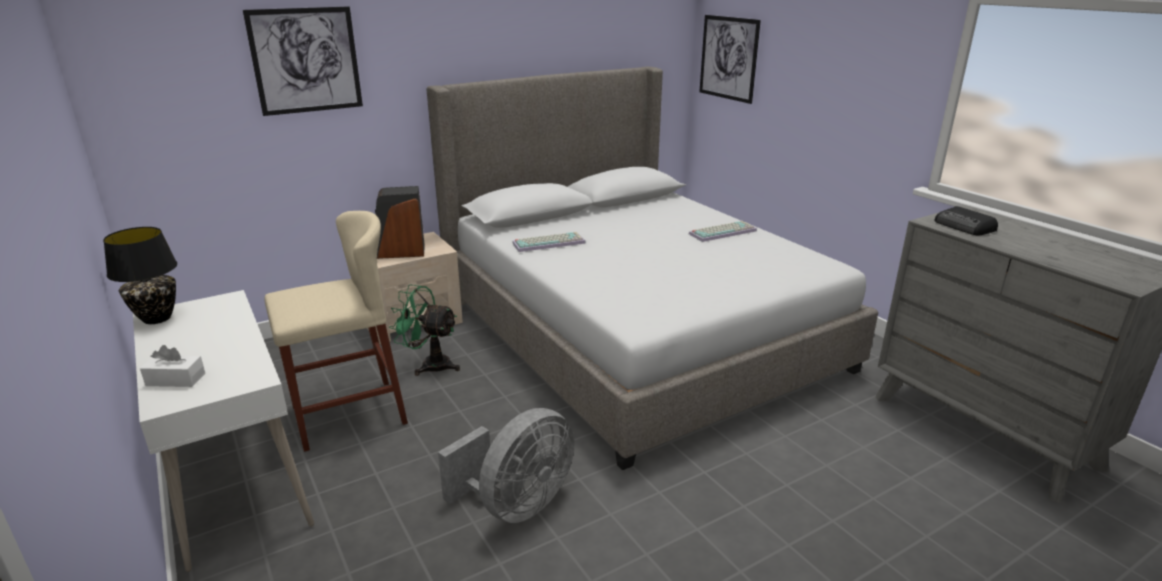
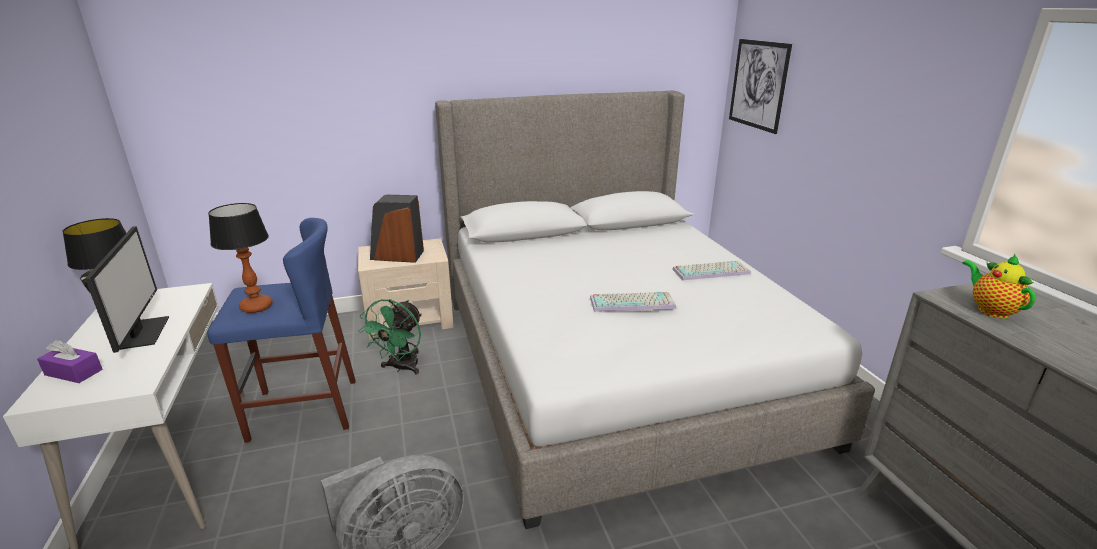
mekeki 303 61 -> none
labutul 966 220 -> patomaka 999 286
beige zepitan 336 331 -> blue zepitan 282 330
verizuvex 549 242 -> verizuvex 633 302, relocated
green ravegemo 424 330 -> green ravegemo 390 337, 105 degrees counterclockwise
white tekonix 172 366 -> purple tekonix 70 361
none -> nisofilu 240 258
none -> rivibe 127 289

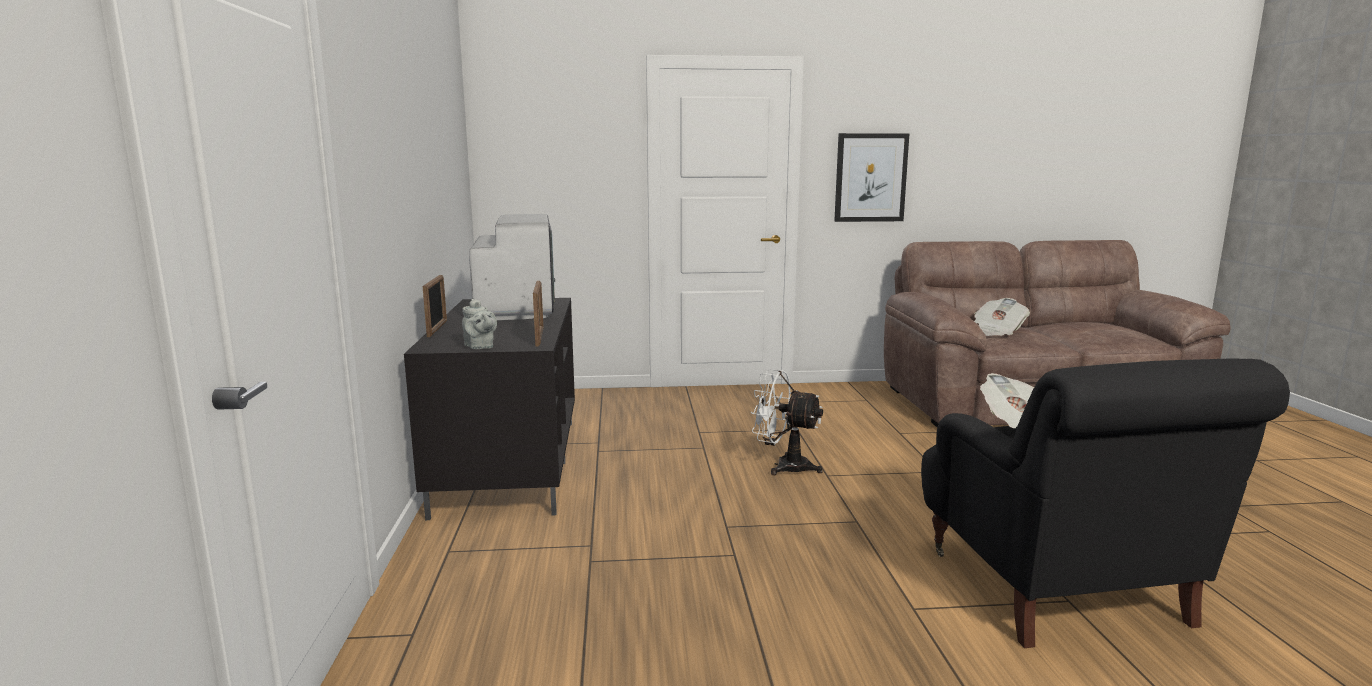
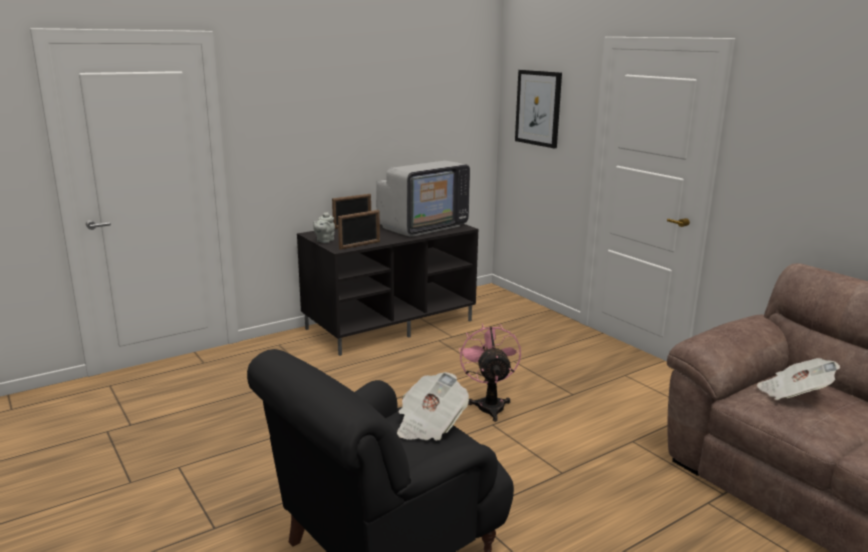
mekeki 871 177 -> mekeki 538 109, relocated
white ravegemo 787 422 -> pink ravegemo 490 372

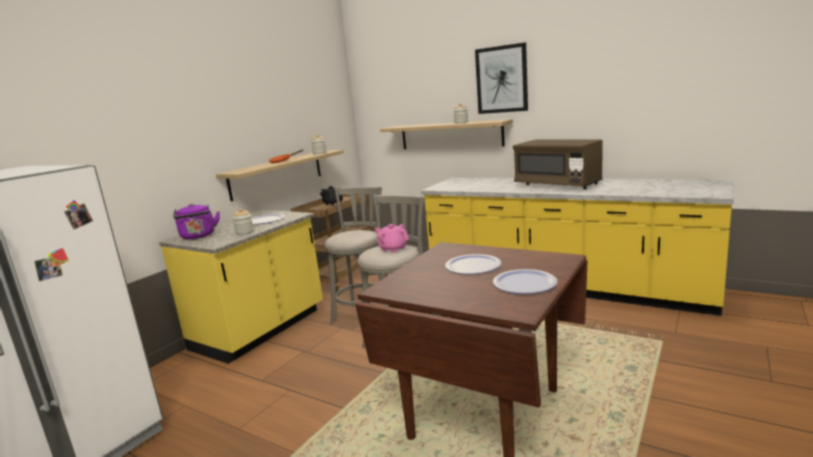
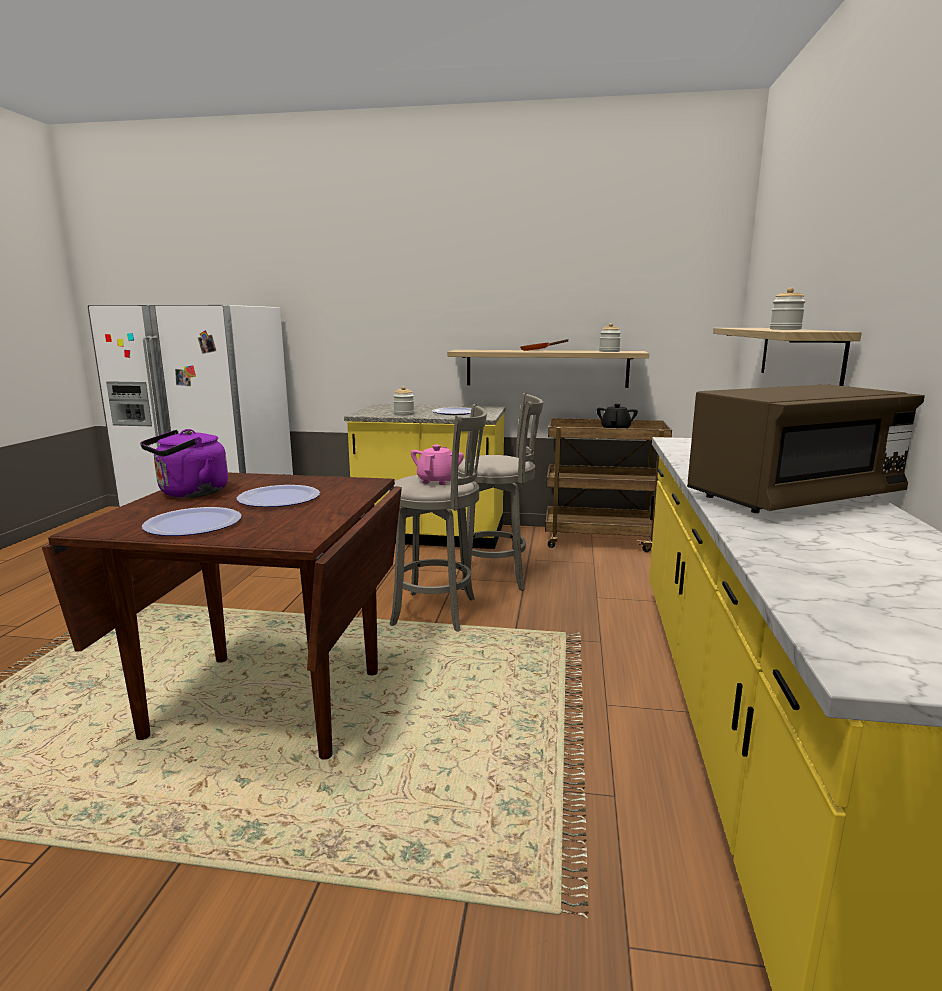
mekeki 501 78 -> none
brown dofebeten 558 164 -> brown dofebeten 806 449, 135 degrees counterclockwise
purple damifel 196 221 -> purple damifel 184 463, relocated

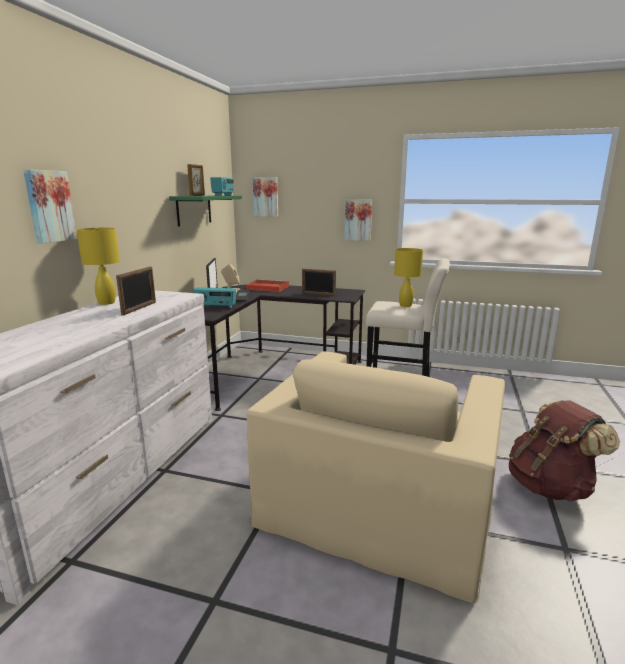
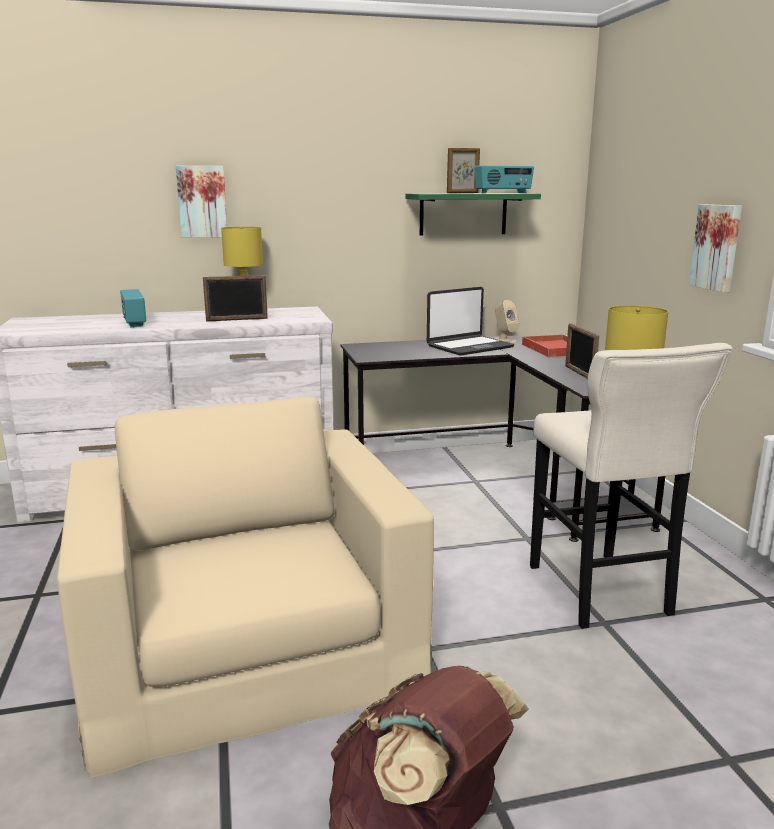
mekeki 265 197 -> none
labutul 214 297 -> labutul 133 308, relocated
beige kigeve 376 477 -> beige kigeve 245 587, 75 degrees clockwise

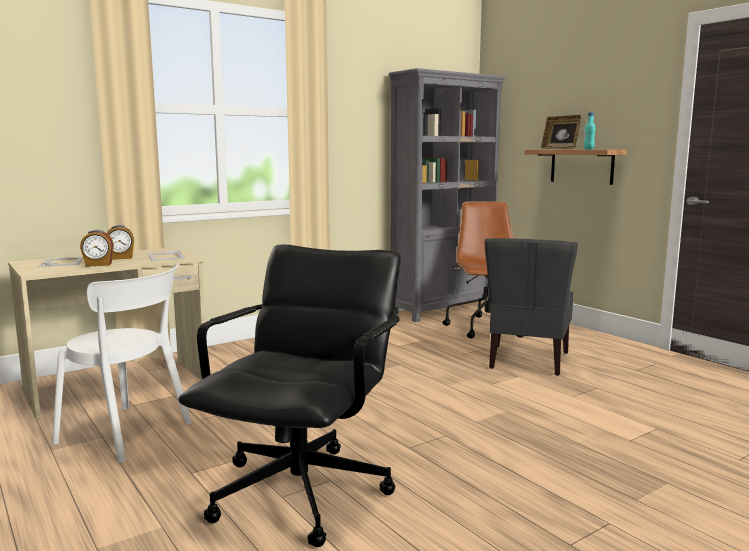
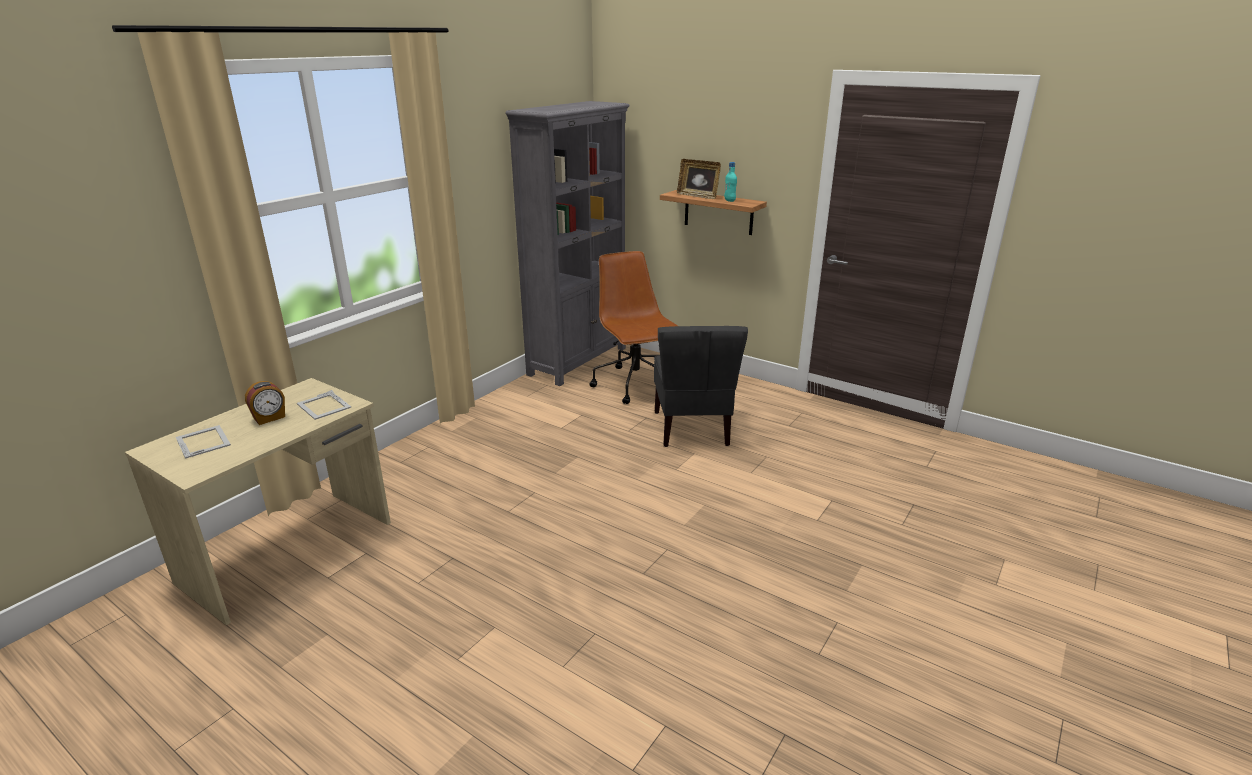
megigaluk 97 248 -> none
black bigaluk 289 396 -> none
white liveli 122 363 -> none

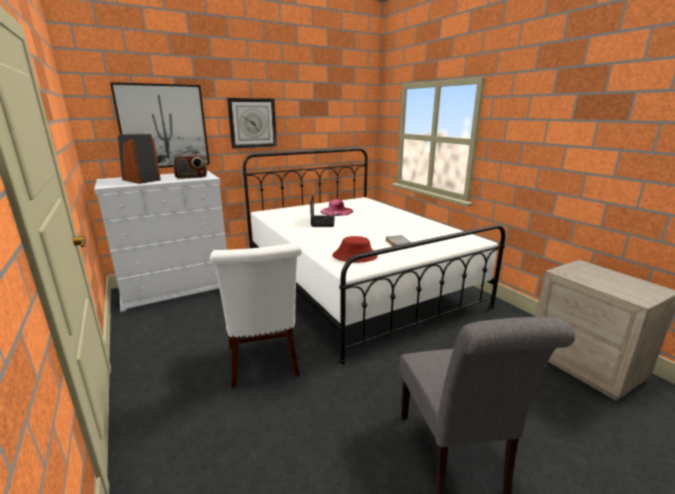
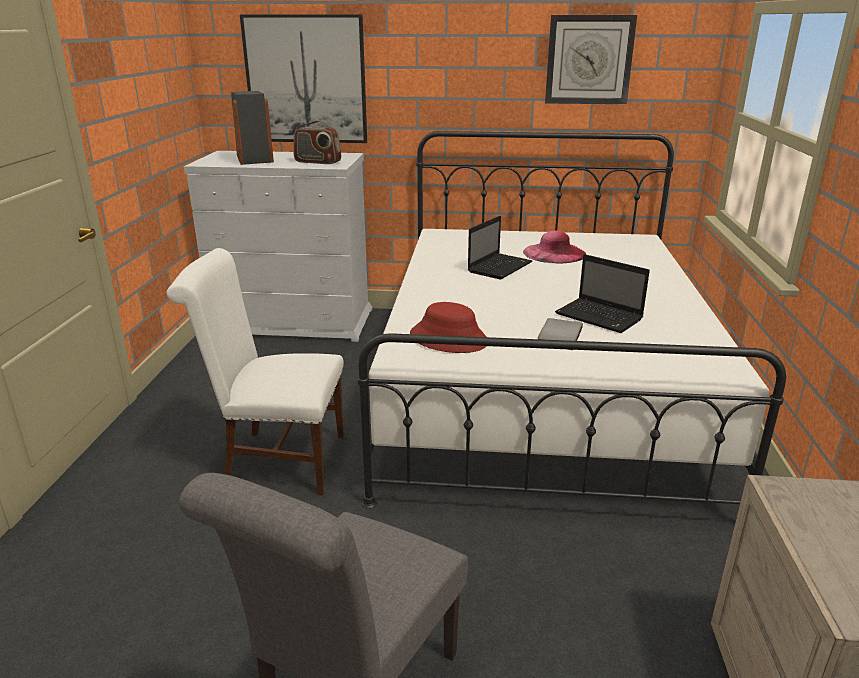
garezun 252 123 -> garezun 591 59, relocated
white liveli 256 315 -> white liveli 255 371, 75 degrees clockwise
none -> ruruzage 602 293

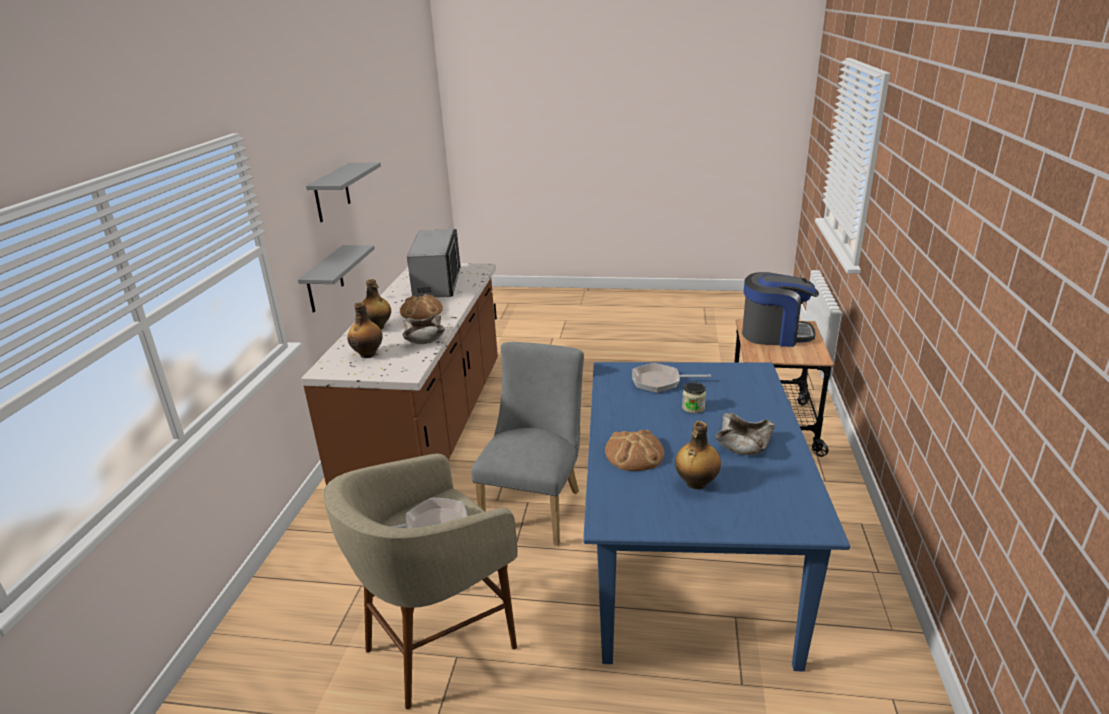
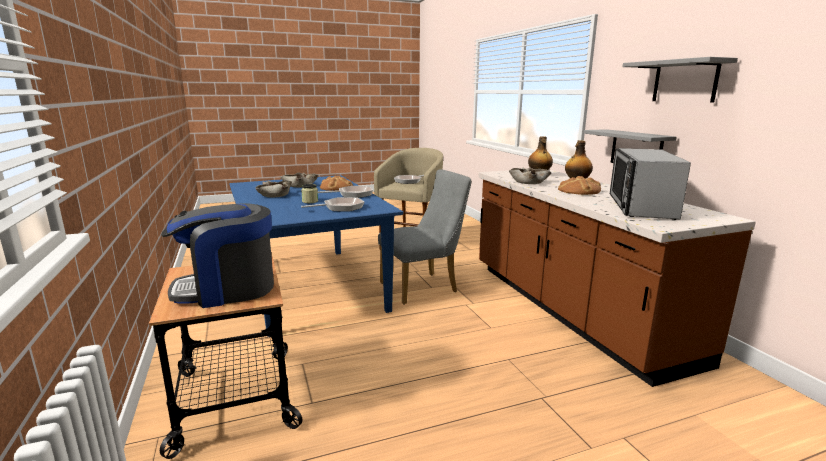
dofebeten 434 263 -> dofebeten 650 184, 45 degrees clockwise
grey liveli 527 444 -> grey liveli 425 237, 105 degrees counterclockwise
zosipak 698 455 -> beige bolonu 299 179
none -> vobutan 345 192

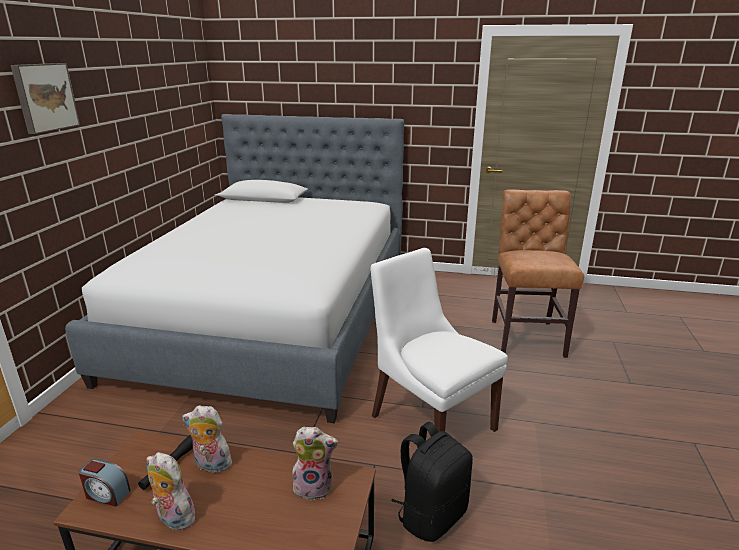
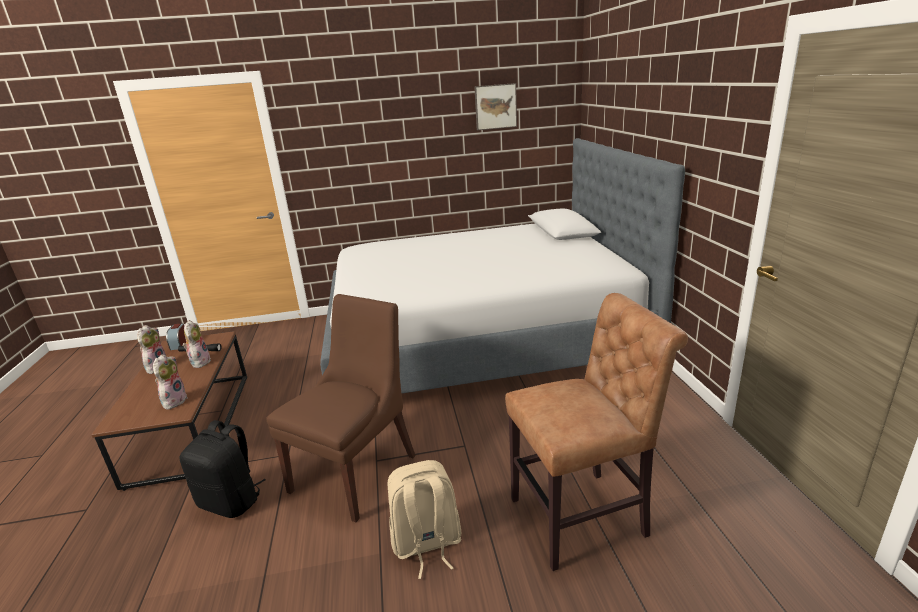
mekeki 45 98 -> mekeki 495 106, relocated
white liveli 439 340 -> brown liveli 341 408
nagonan 315 463 -> nagonan 170 382, 150 degrees counterclockwise
none -> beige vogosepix 424 519

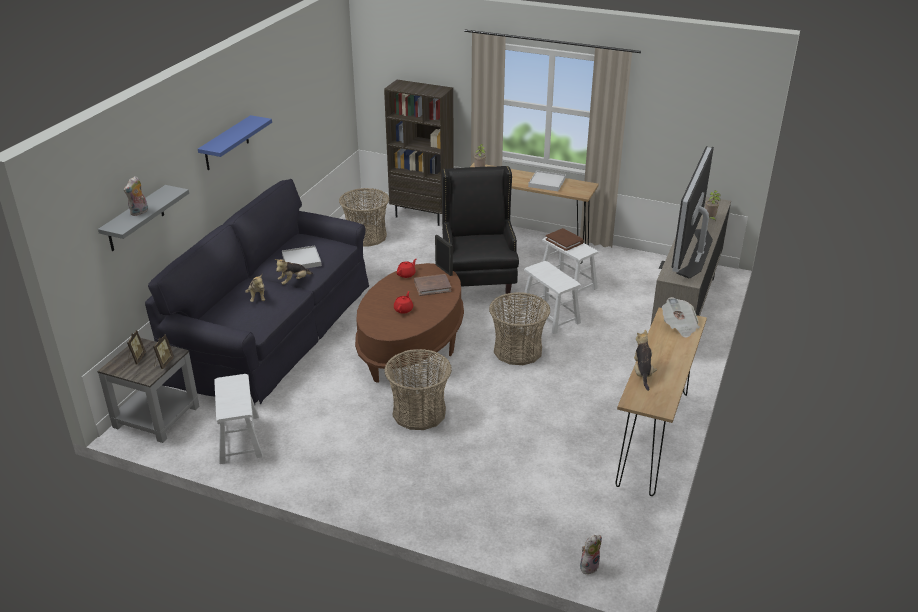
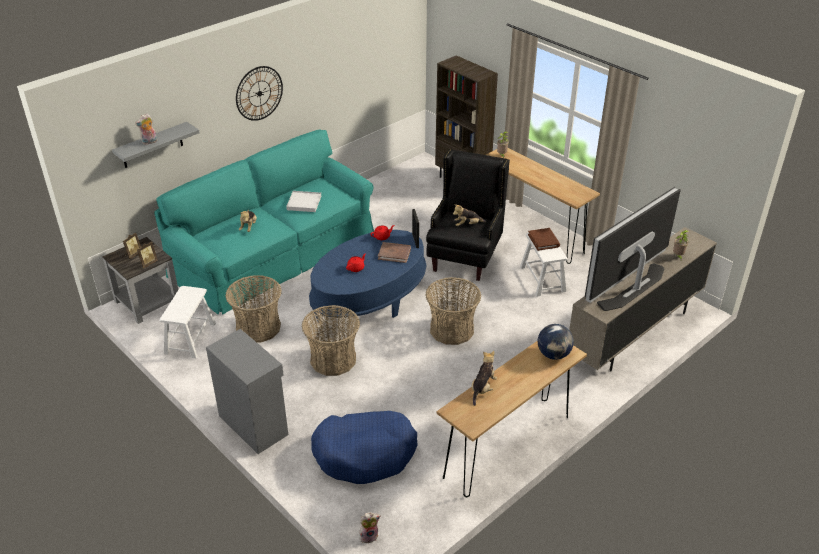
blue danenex 235 142 -> garezun 259 93
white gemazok 547 180 -> none
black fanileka 257 291 -> turquoise fanileka 264 222
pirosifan 364 217 -> pirosifan 253 308, relocated
nagonan 294 272 -> nagonan 469 215, relocated
white zepitan 551 297 -> none
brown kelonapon 409 323 -> blue kelonapon 367 276
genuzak 681 317 -> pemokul 556 342
none -> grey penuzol 247 391
none -> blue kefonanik 364 447

